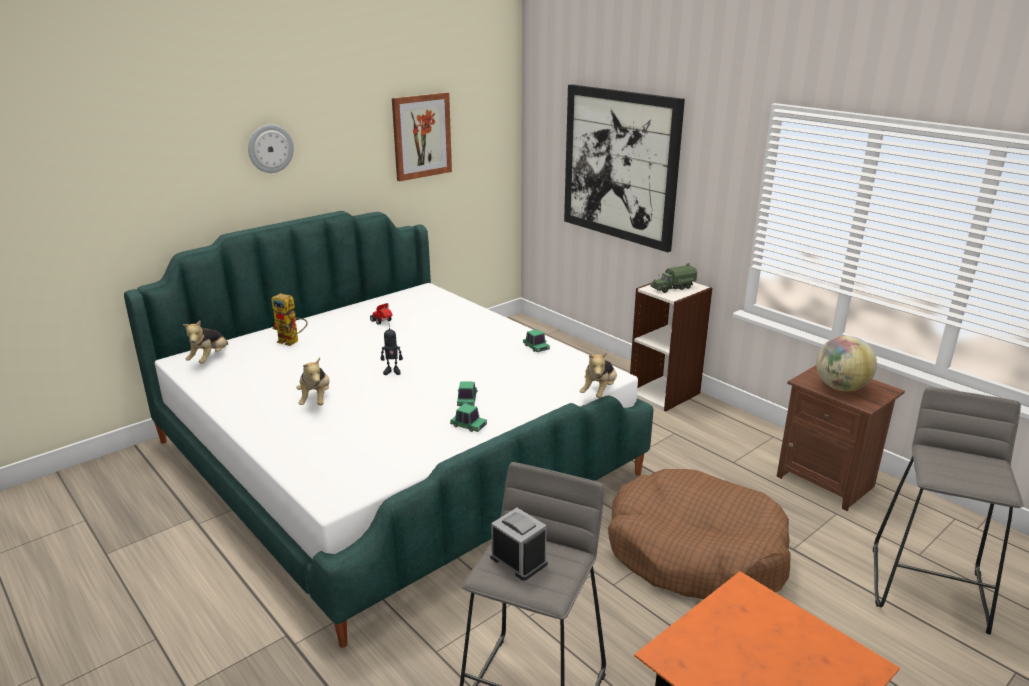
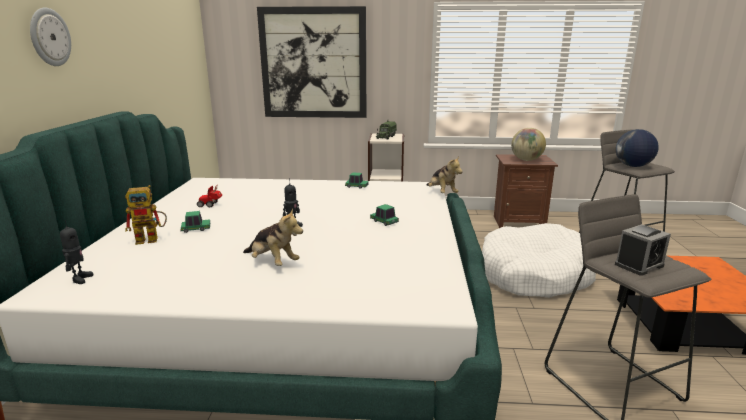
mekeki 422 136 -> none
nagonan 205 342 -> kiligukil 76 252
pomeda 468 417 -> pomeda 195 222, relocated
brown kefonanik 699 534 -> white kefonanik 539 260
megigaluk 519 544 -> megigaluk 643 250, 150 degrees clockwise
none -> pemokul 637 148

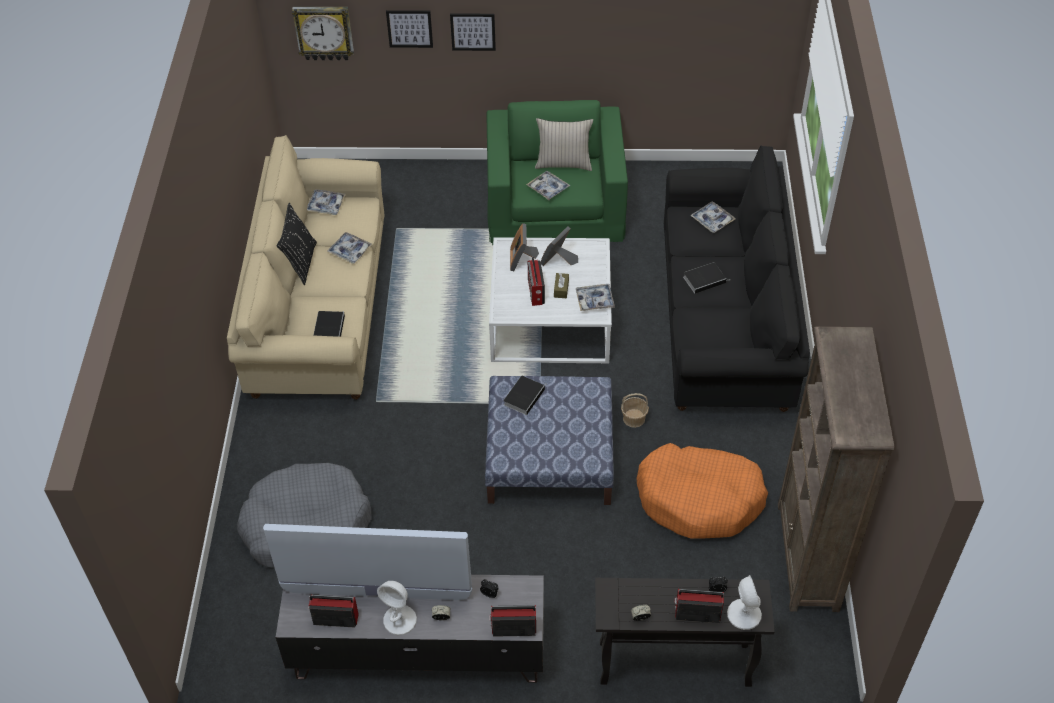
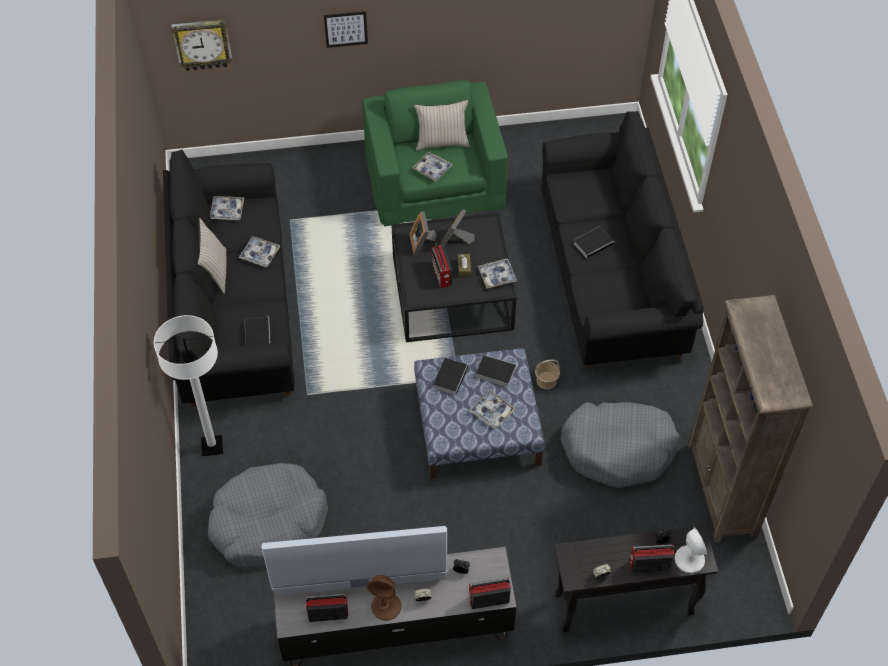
mekeki 409 29 -> none
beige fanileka 305 267 -> black fanileka 229 277
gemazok 713 217 -> gemazok 492 409, relocated
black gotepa 296 244 -> beige gotepa 212 256
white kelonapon 550 300 -> black kelonapon 454 277
orange kefonanik 702 491 -> grey kefonanik 621 445
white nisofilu 397 608 -> brown nisofilu 384 598
none -> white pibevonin 188 385
none -> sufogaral 496 371

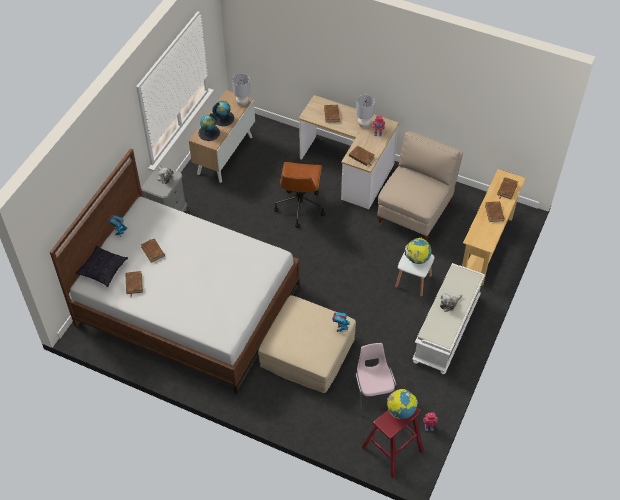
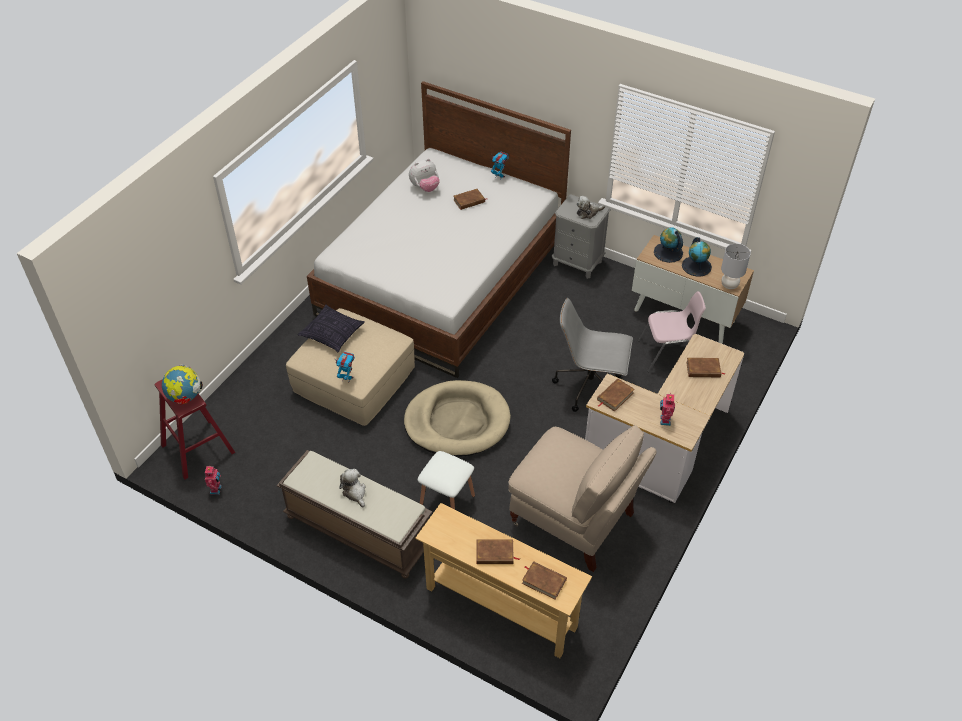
grey nisofilu 365 111 -> none
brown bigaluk 299 195 -> grey bigaluk 592 355
pemokul 418 250 -> none
gotepa 101 266 -> gotepa 331 328, relocated
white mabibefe 448 318 -> brown mabibefe 354 514
brown sufogaral 134 284 -> nagonan 424 175
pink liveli 374 379 -> pink liveli 672 331, relocated
none -> beige kefonanik 457 418

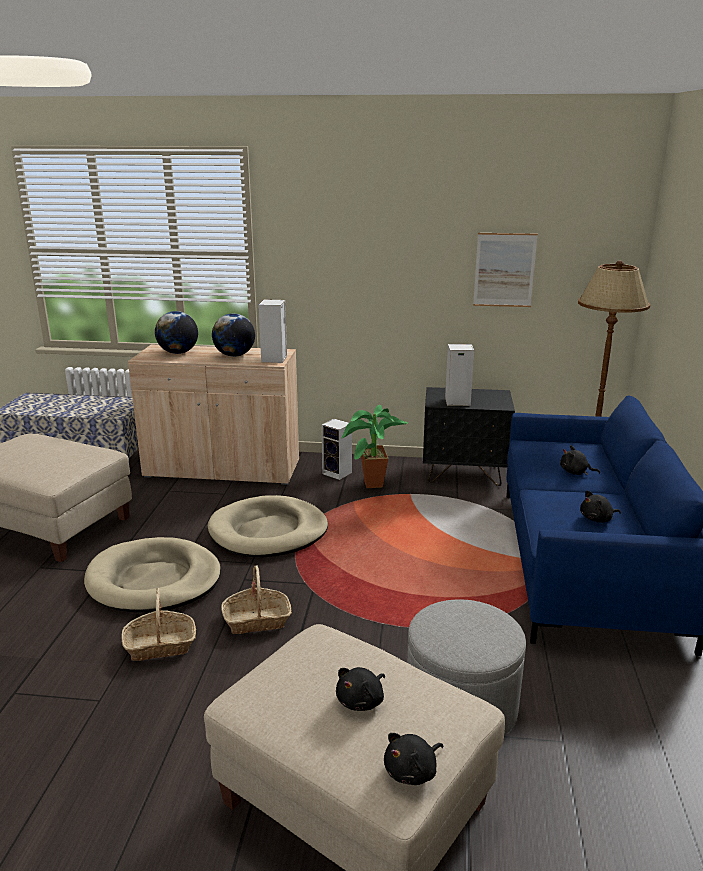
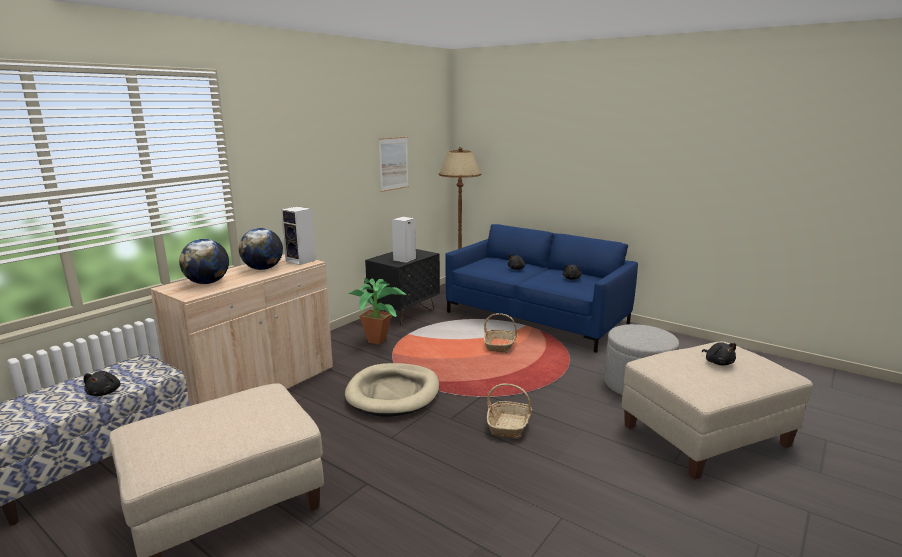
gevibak 337 449 -> none
beige kefonanik 152 575 -> none
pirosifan 159 624 -> pirosifan 501 333, relocated
black nagonan 413 759 -> black nagonan 102 383, relocated

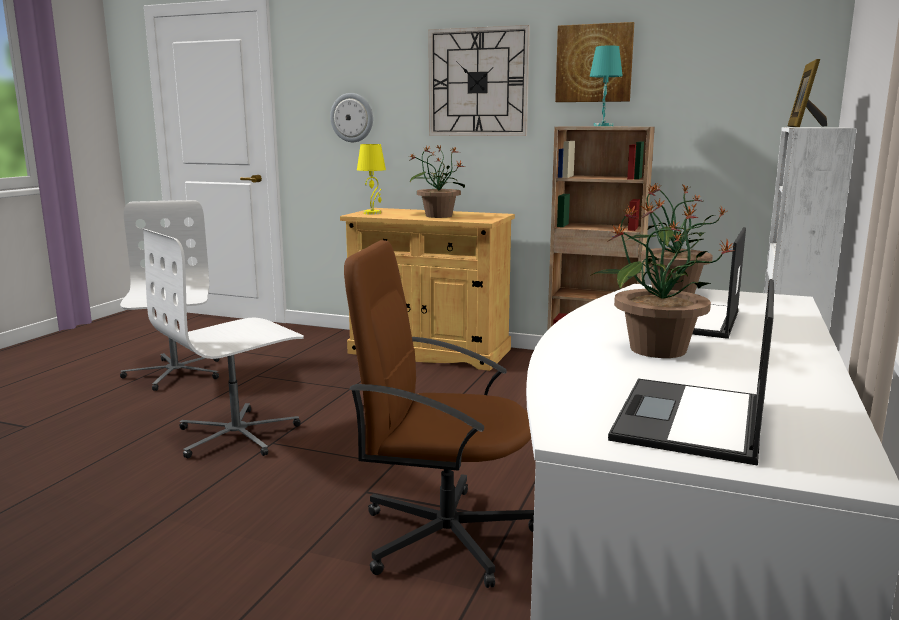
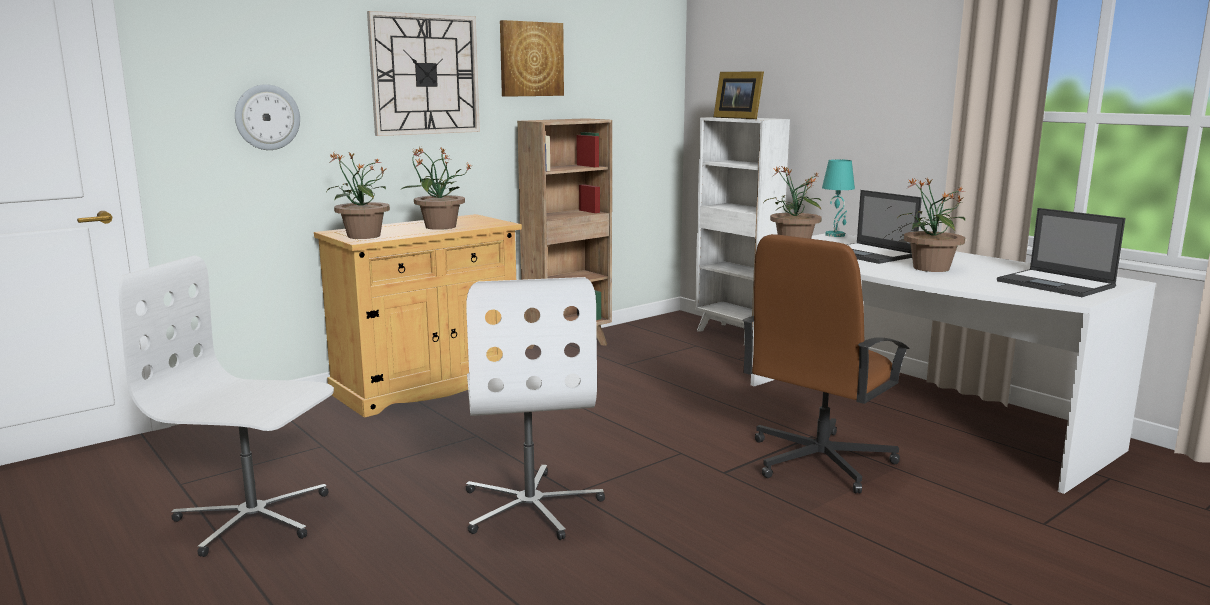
turquoise nisofilu 606 85 -> turquoise nisofilu 838 198, relocated
yellow nisofilu 371 179 -> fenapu 358 195

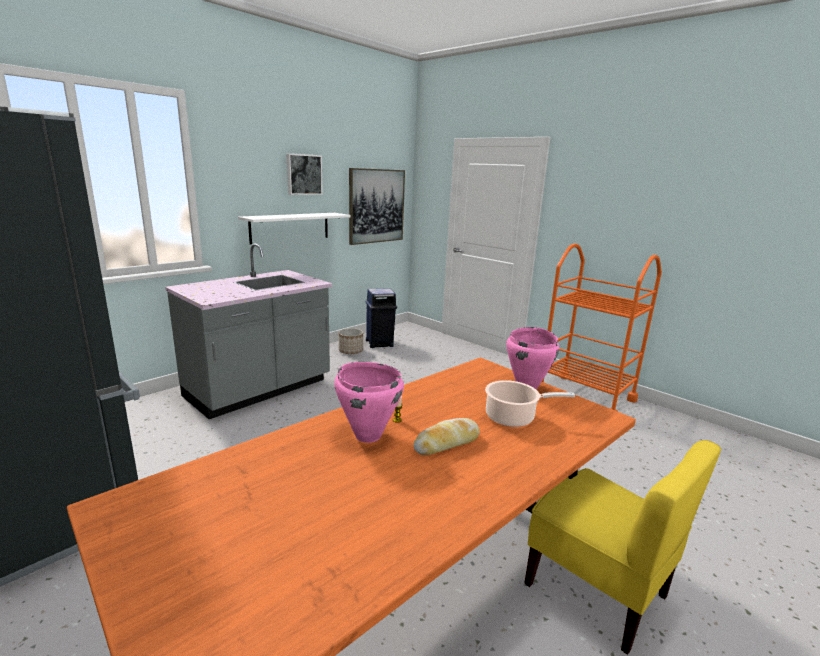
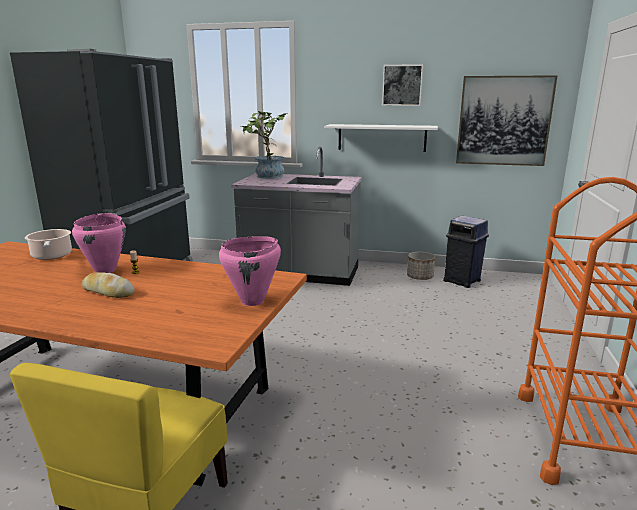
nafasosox 530 403 -> nafasosox 48 244, relocated
none -> fenapu 264 145

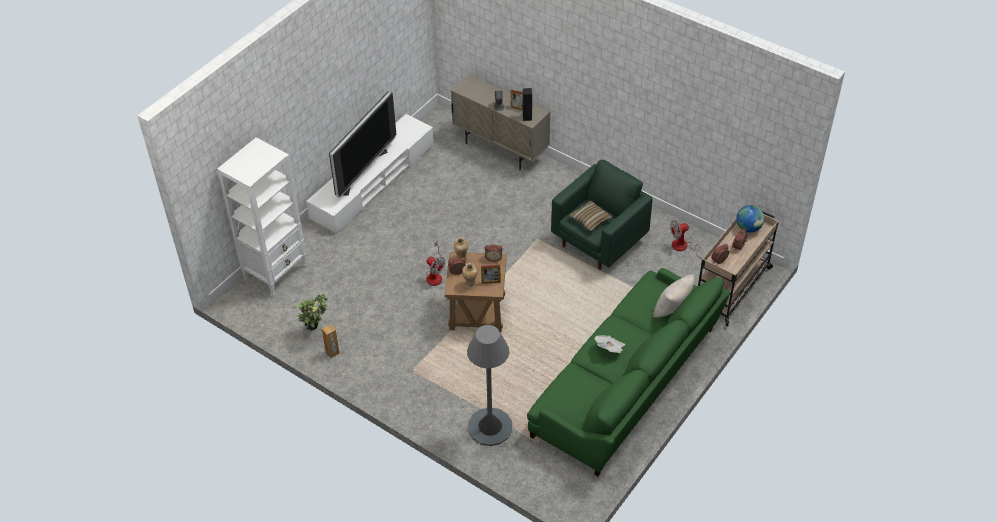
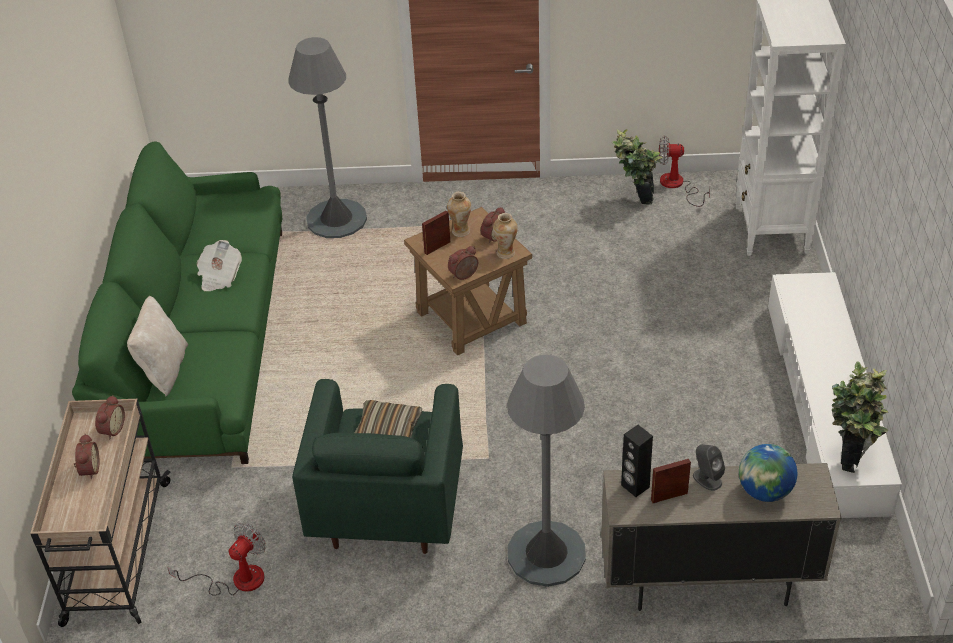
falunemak 362 145 -> none
pemokul 750 219 -> pemokul 768 473, relocated
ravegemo 435 263 -> ravegemo 684 171, relocated
brown gevibak 331 341 -> none
none -> grey pibevonin 546 471
none -> fenapu 860 417

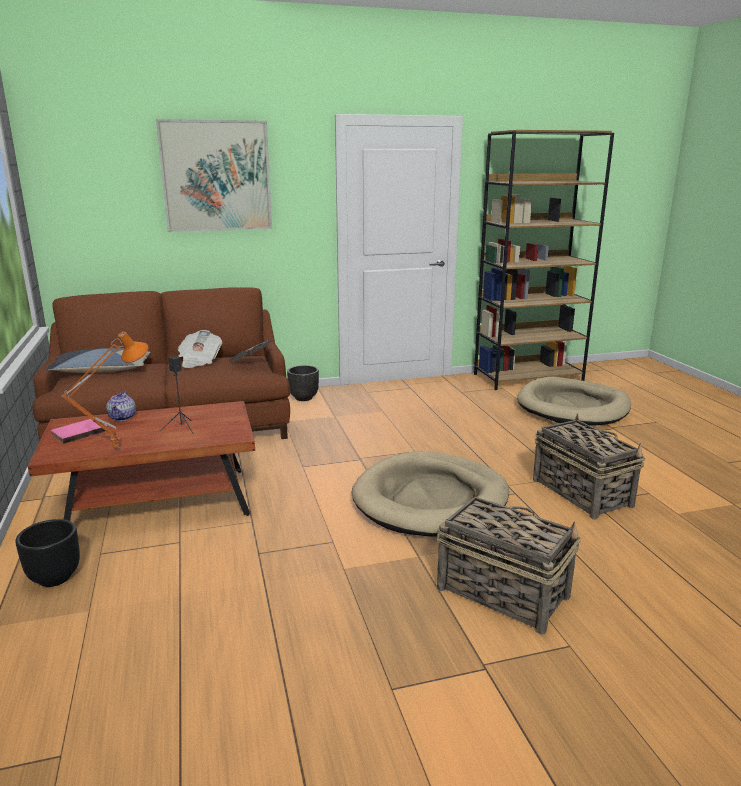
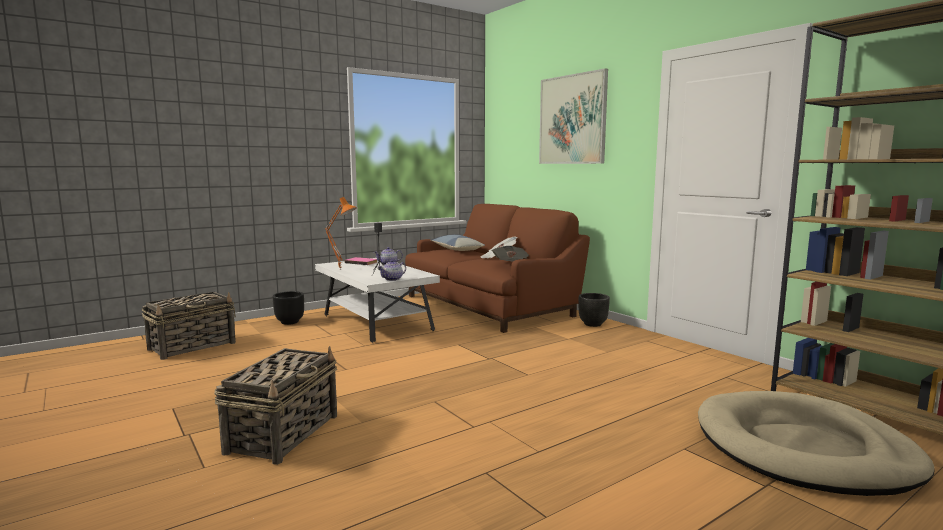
brown kelonapon 141 461 -> white kelonapon 377 300
pirosifan 589 466 -> pirosifan 189 326, relocated
beige kefonanik 430 494 -> none
none -> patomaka 392 270

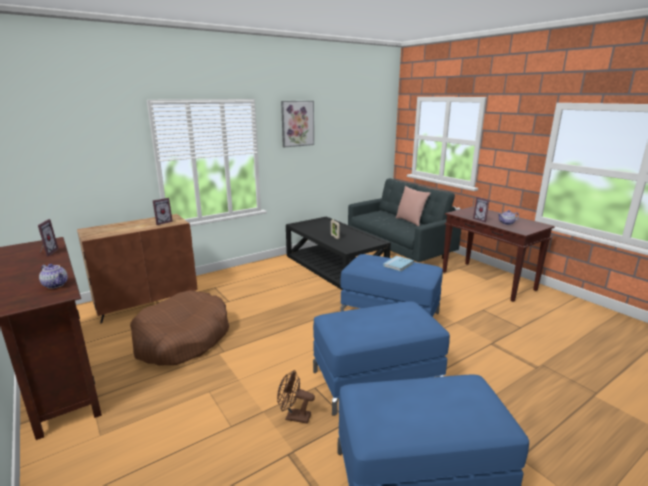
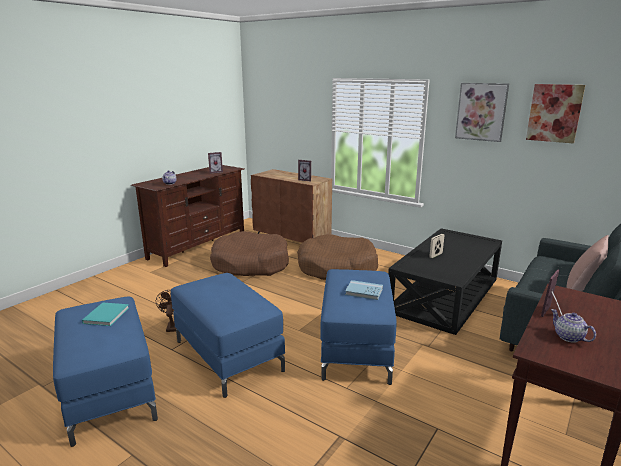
none -> mekeki 555 114
none -> brown kefonanik 337 257
none -> turquoise sufogaral 105 314

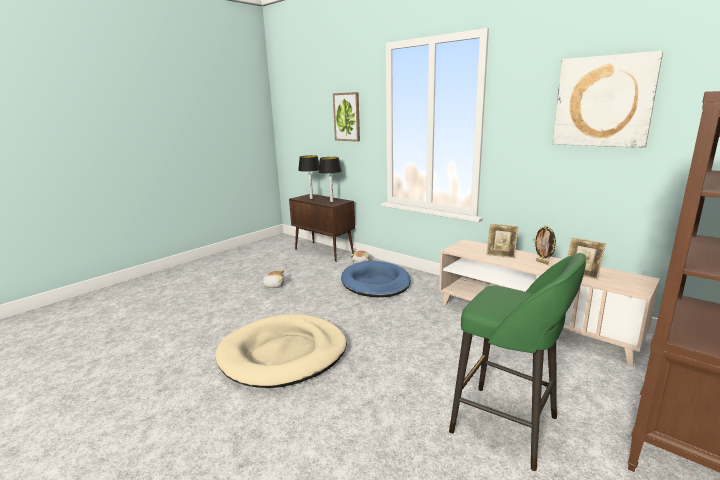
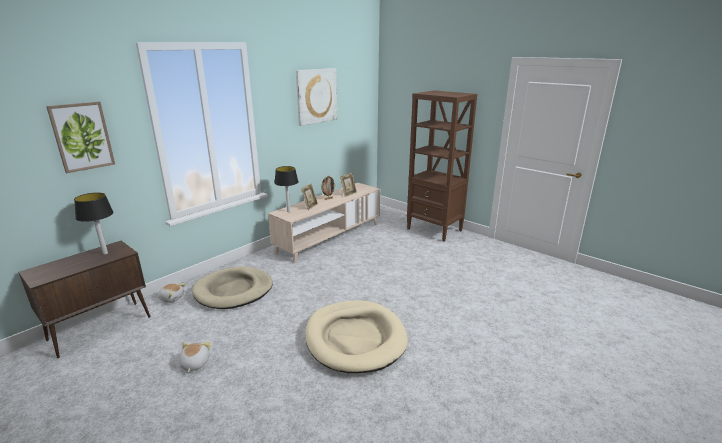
nisofilu 309 177 -> nisofilu 286 189, relocated
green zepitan 517 362 -> none
blue kefonanik 376 279 -> beige kefonanik 232 288

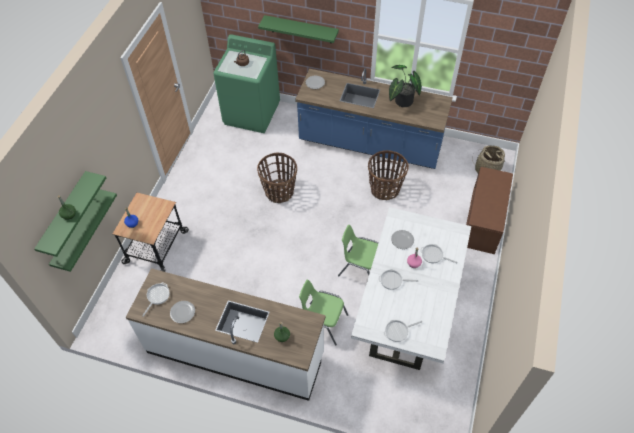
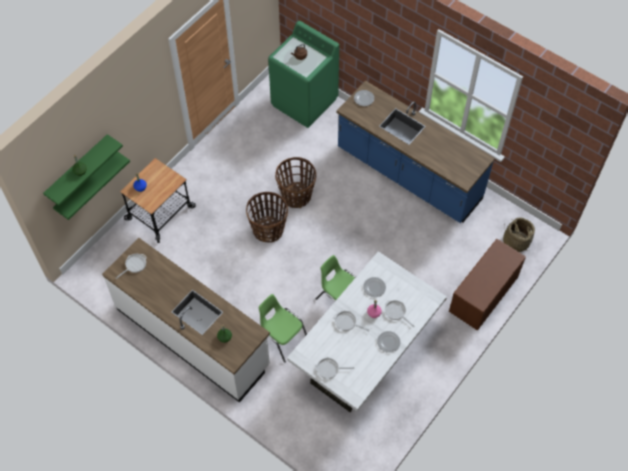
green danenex 298 29 -> none
fenapu 405 86 -> none
pirosifan 388 175 -> pirosifan 267 217, relocated
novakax 182 312 -> novakax 388 342, relocated

